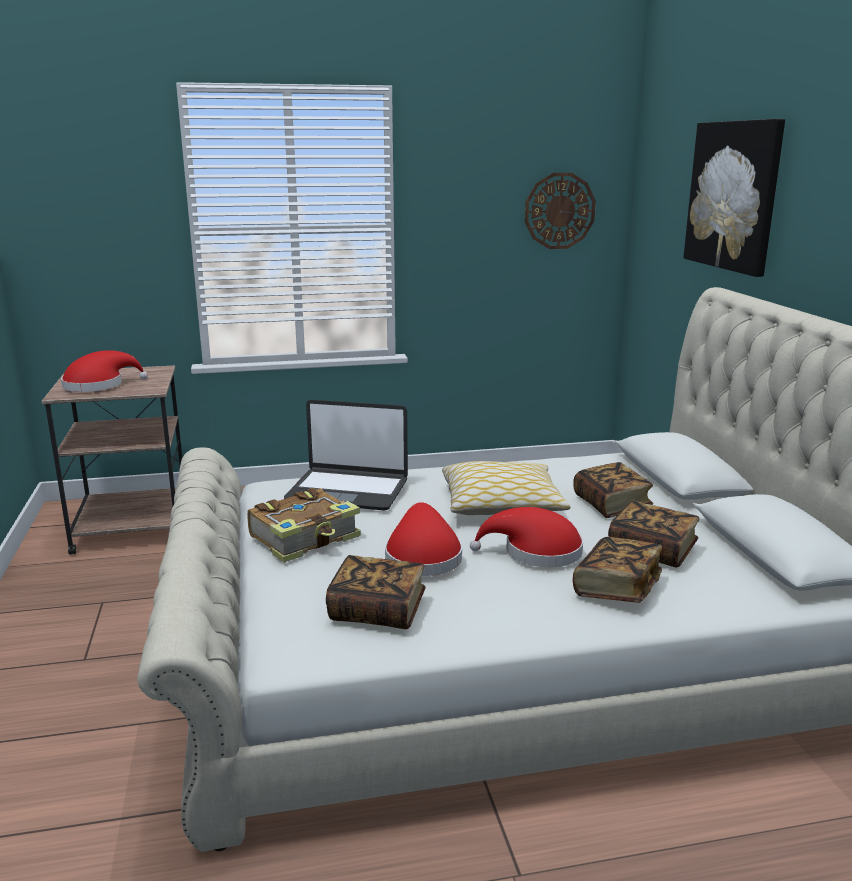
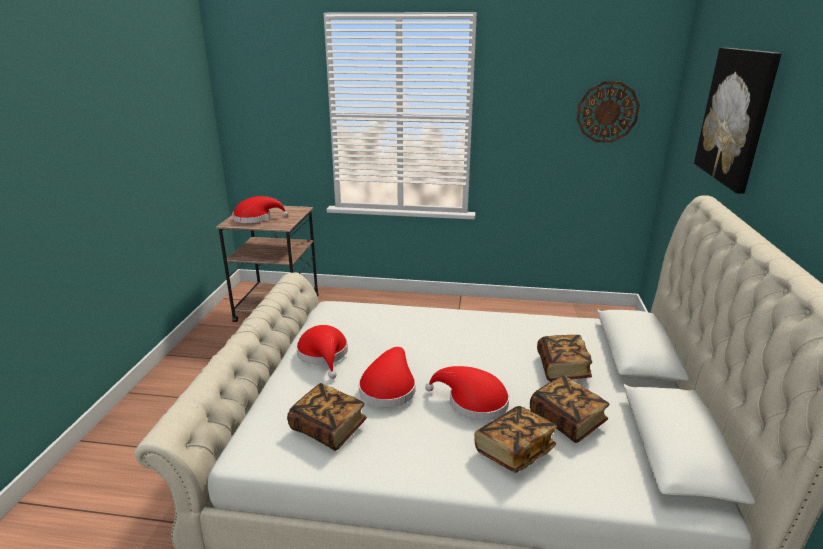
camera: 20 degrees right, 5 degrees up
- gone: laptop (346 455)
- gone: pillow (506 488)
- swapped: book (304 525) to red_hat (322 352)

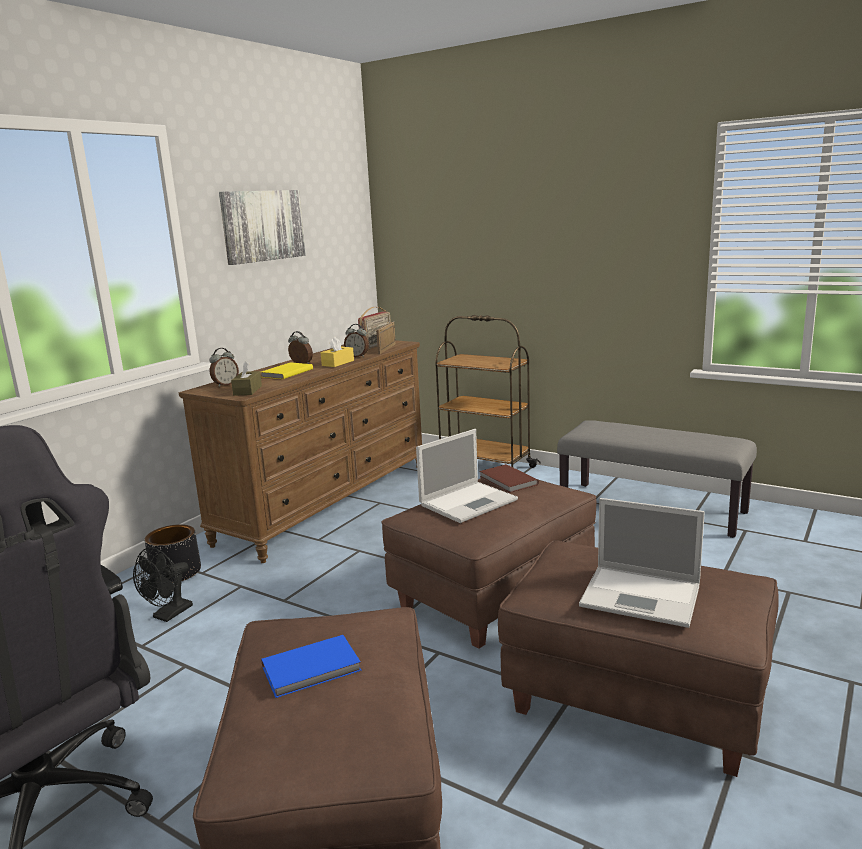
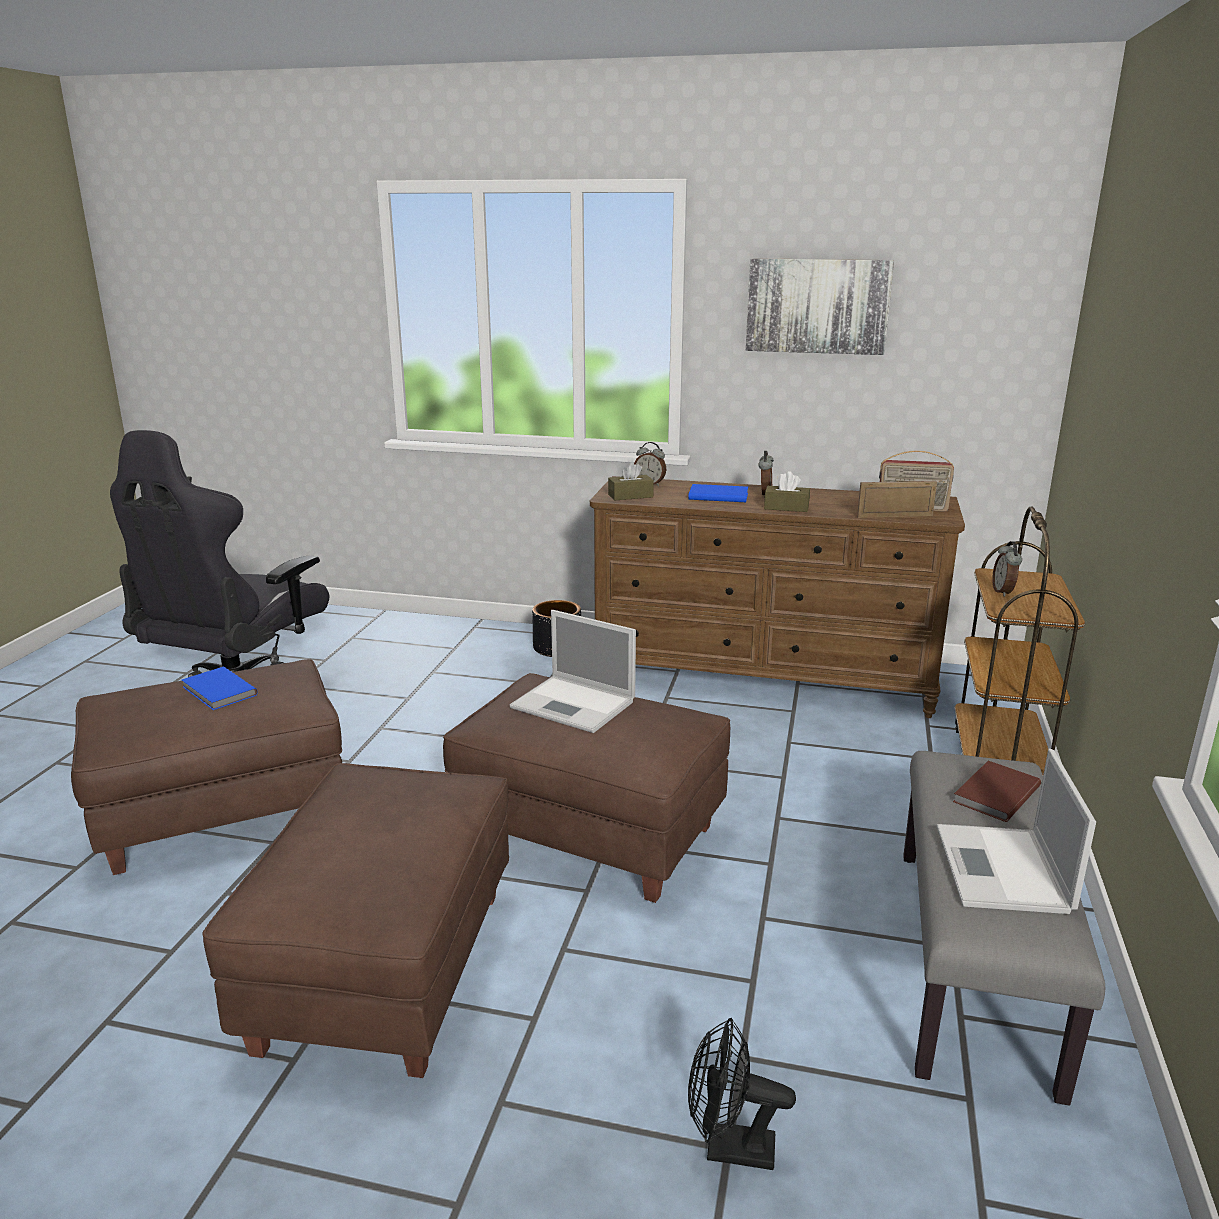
camera: 70 degrees right, 5 degrees up
- shifted: alarm_clock (356 340) to (1007 569)
- repainted: yellow_tissue_box (337 352) to brown_tissue_box (787 491)
- repainted: yellow_book (287 370) to blue_book (718 493)
- shifted: brown_book (509 478) to (997 791)
- shifted: laptop (642 563) to (1016 831)
- shifted: black_fan (163 584) to (742 1094)

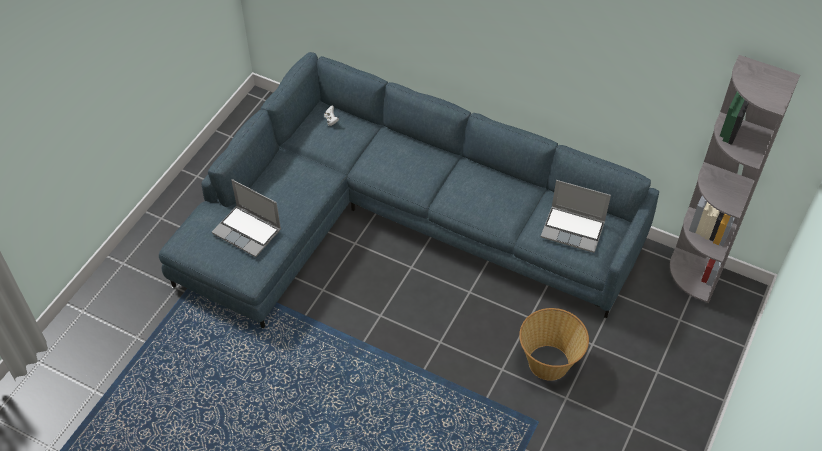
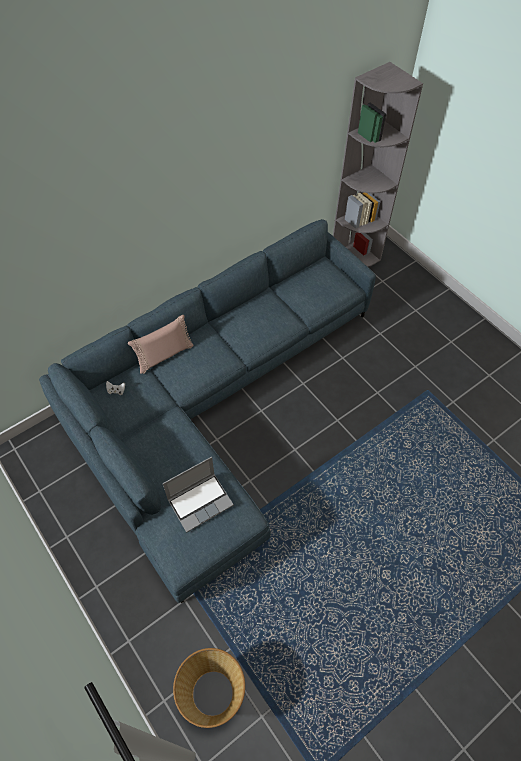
camera: 65 degrees left, 5 degrees up
- gone: laptop (576 216)
- shifted: basket (554 344) to (209 688)
- new: beige_pillow (160 344)

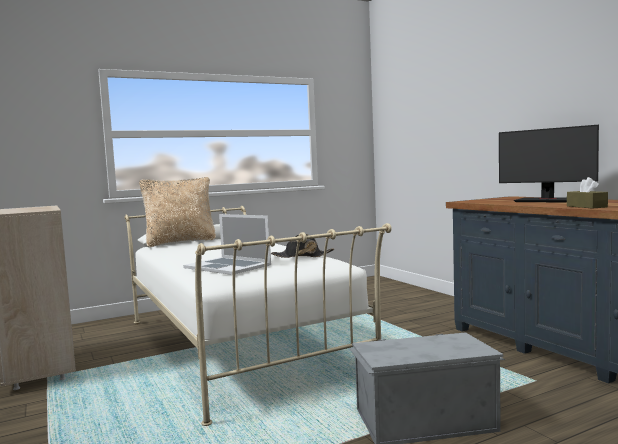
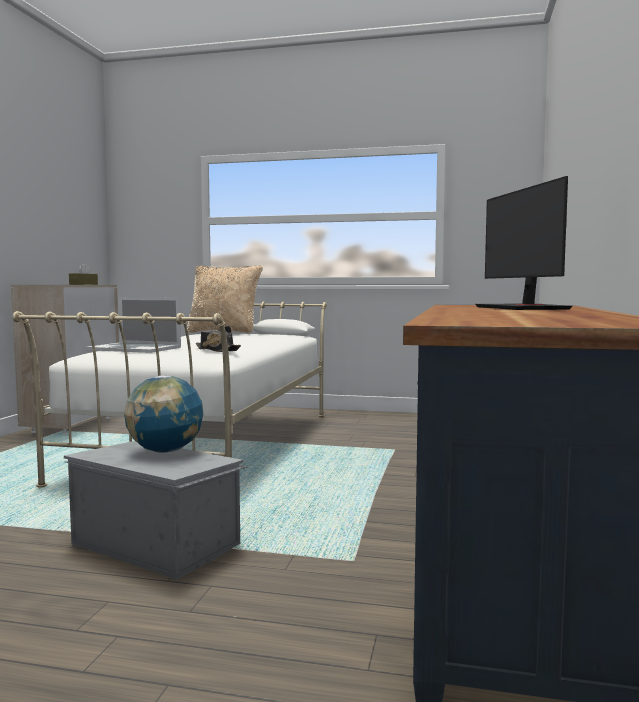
camera: 40 degrees right, 0 degrees up
- shifted: brown_tissue_box (587 193) to (83 274)
- rotated: laptop (227 244) = (133 325) 60 degrees counterclockwise
- new: globe (163 414)

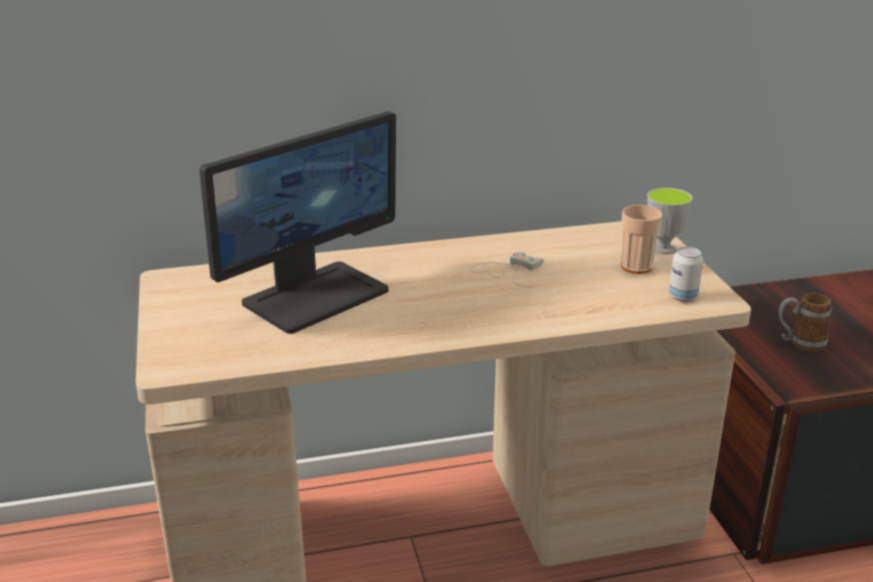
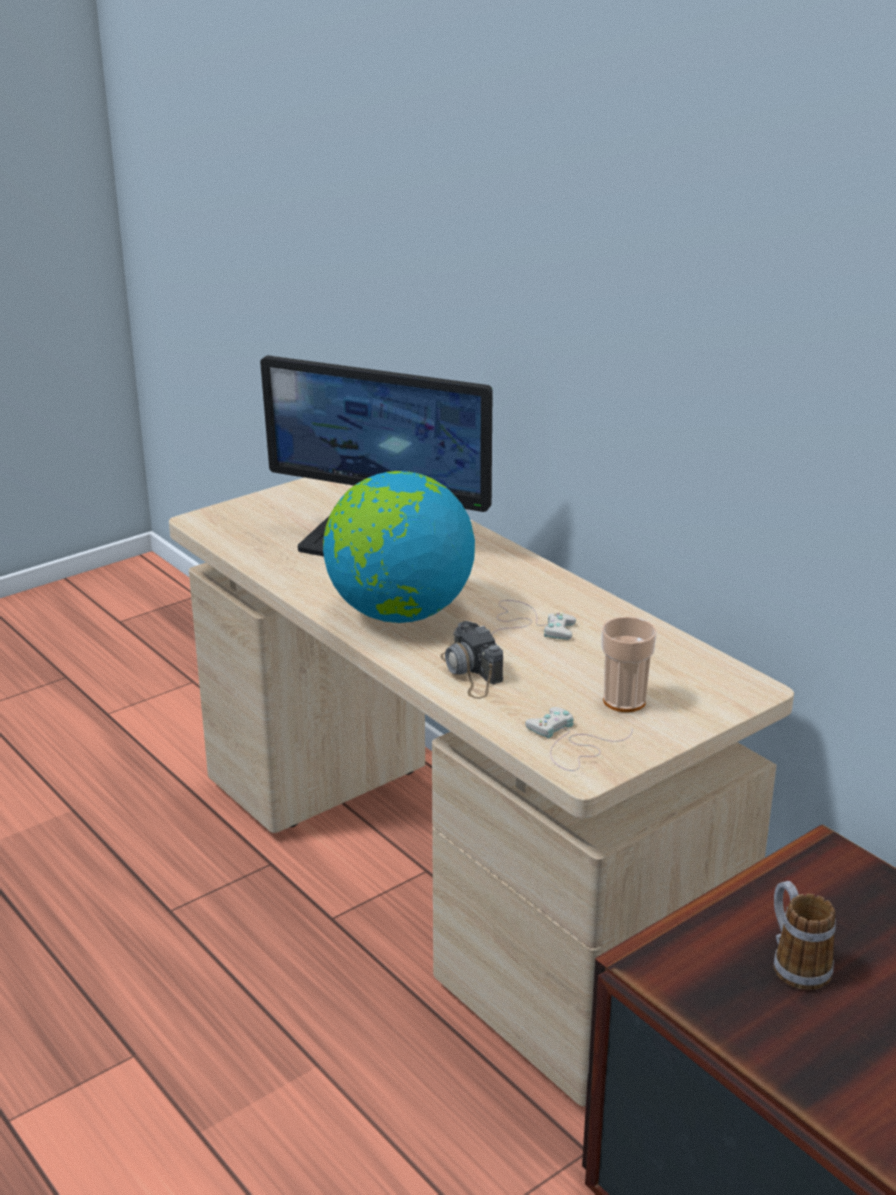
camera: 65 degrees right, 0 degrees up
- gone: cup (670 221)
- swapped: can (686 274) to white_game_controller (579 739)
- new: globe (399 547)
- new: photo_camera (471 660)

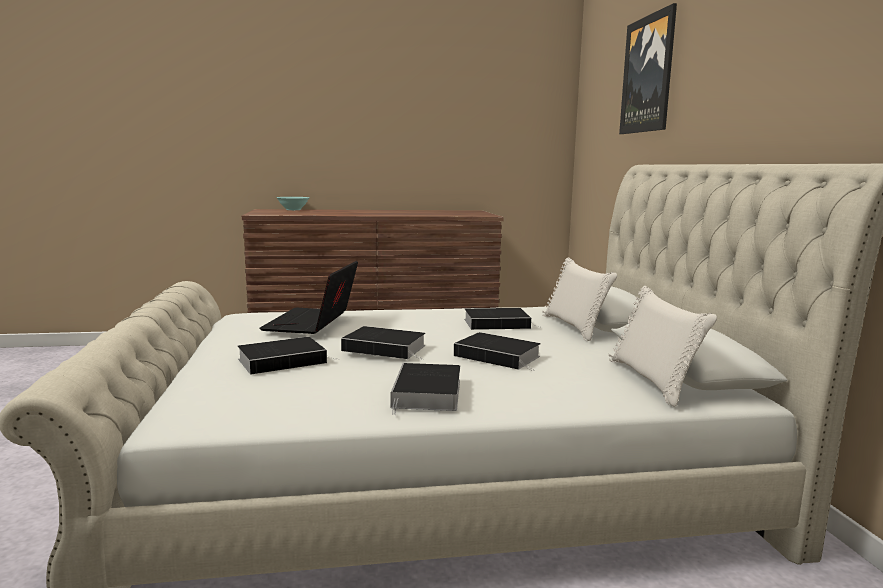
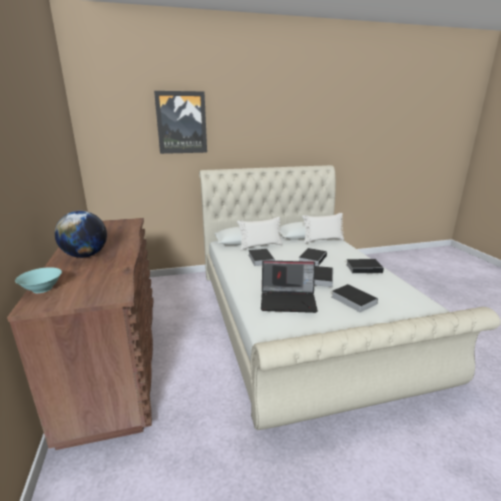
camera: 95 degrees left, 10 degrees up
- new: globe (81 234)

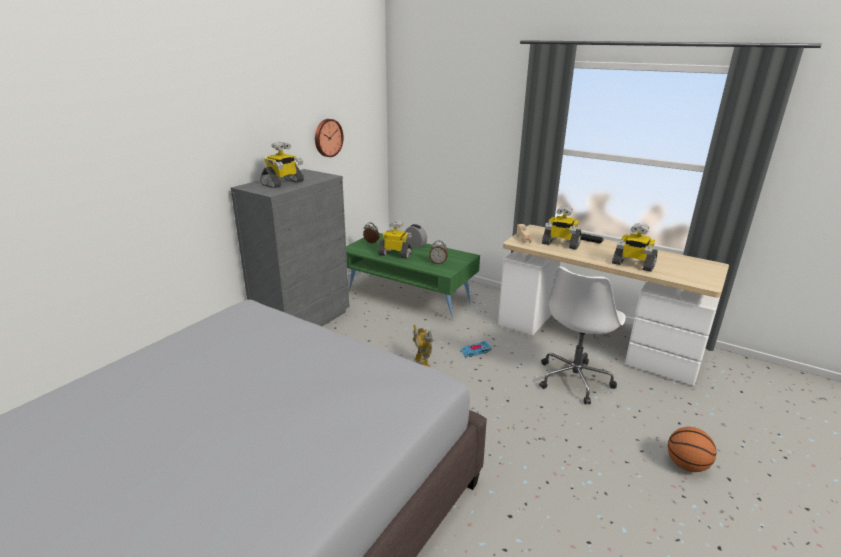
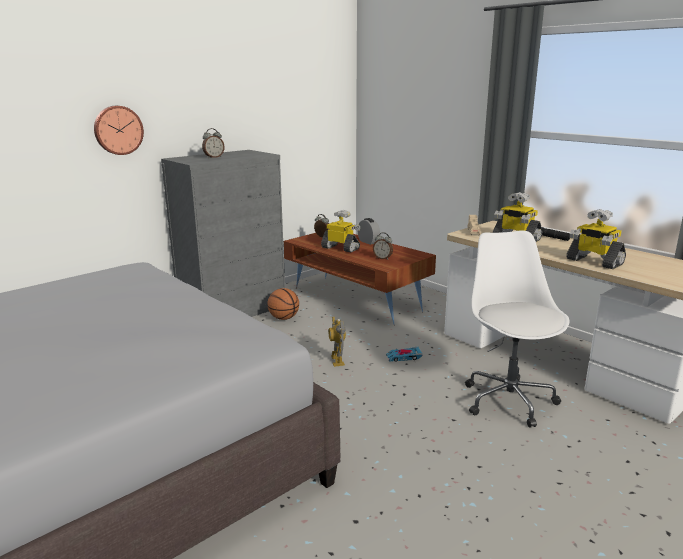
camera: 15 degrees right, 5 degrees down
- shifted: wall_clock (329 138) to (119 130)
- swapped: toy_robot (282 165) to alarm_clock (213 143)
- repainted: green_coffee_table (413 276) to brown_coffee_table (359 279)
- rotated: white_office_chair (582 335) = (517 329) 120 degrees clockwise
- shifted: basketball (692 449) to (283 304)

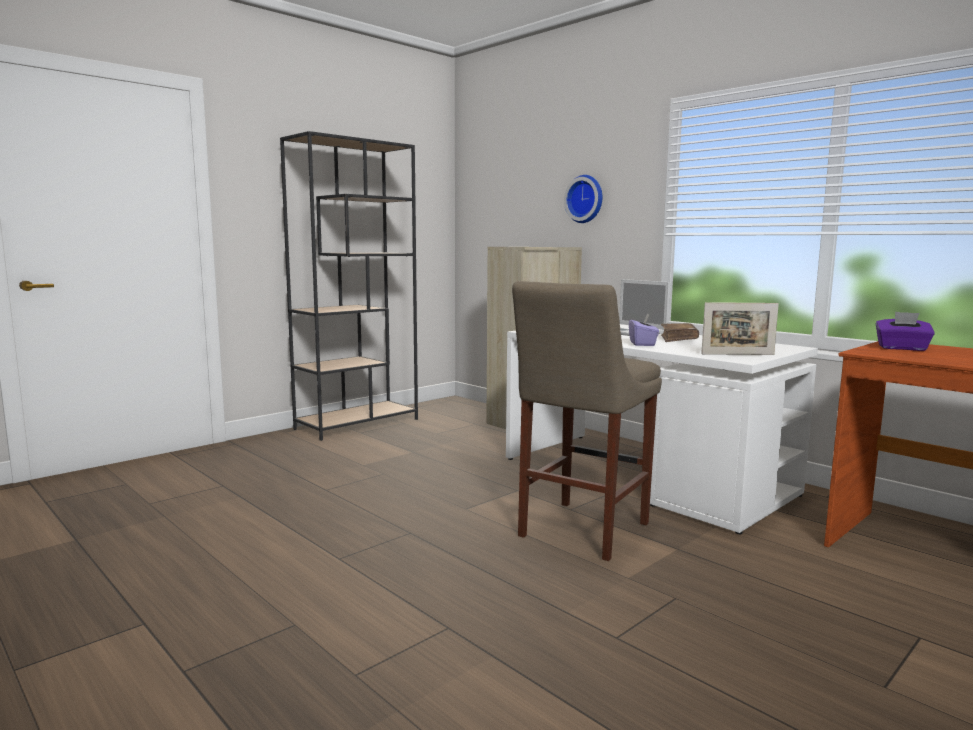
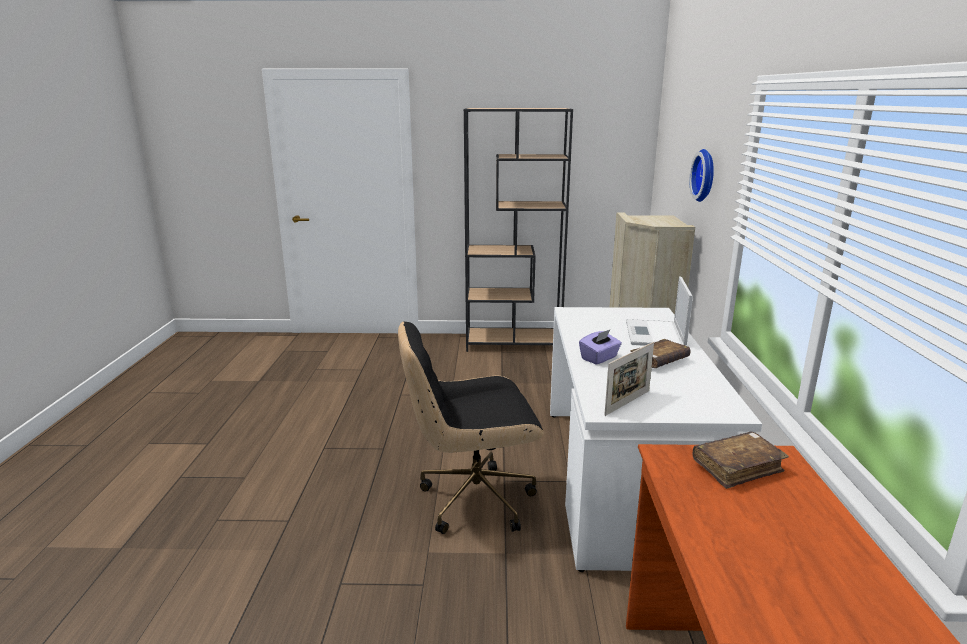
camera: 45 degrees right, 10 degrees up
- swapped: beige_stool (587 421) to black_office_chair (471 427)
- rotated: picture_frame (740 328) = (629 379) 90 degrees counterclockwise
- swapped: purple_tissue_box (905 331) to brown_book (741 460)

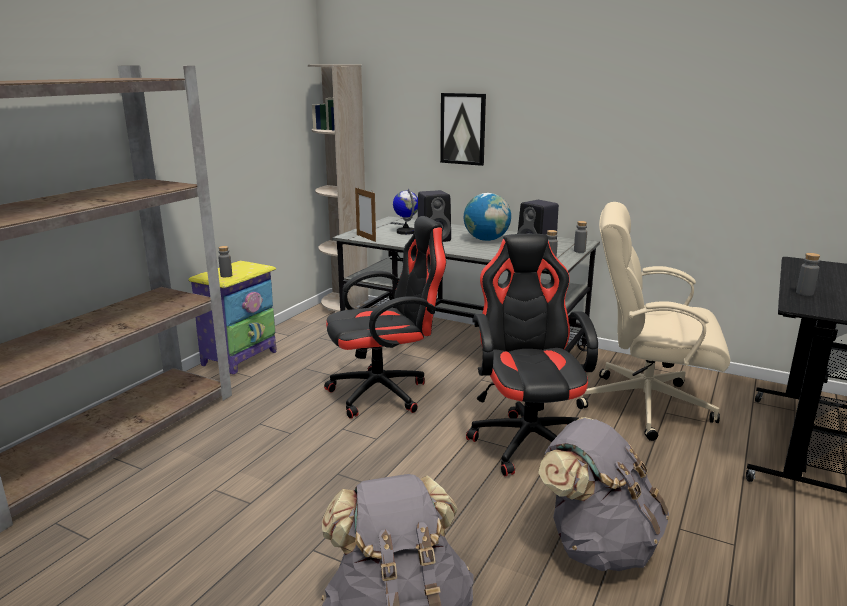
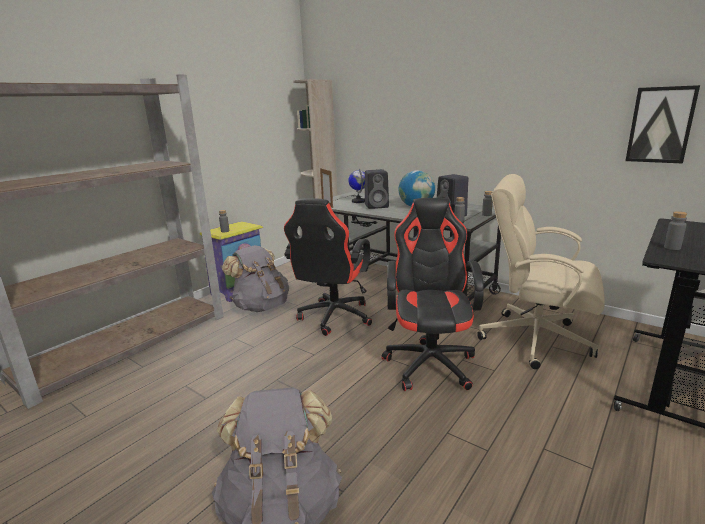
camera: 10 degrees right, 0 degrees up
- shifted: picture (463 129) to (662 124)
- rotated: black_office_chair (385 317) = (328 267) 120 degrees clockwise
- shifted: grey_backpack (603 494) to (255 278)

